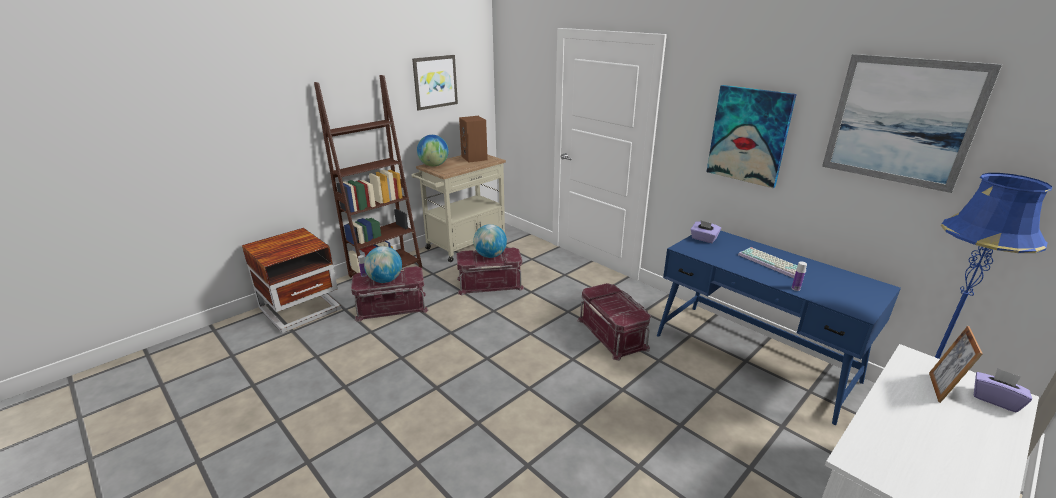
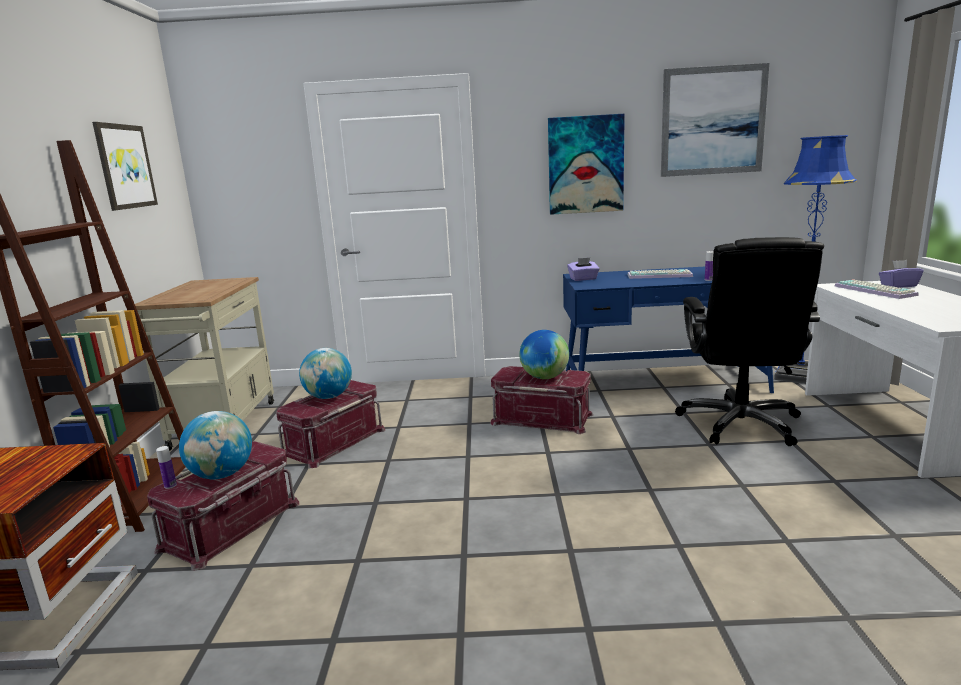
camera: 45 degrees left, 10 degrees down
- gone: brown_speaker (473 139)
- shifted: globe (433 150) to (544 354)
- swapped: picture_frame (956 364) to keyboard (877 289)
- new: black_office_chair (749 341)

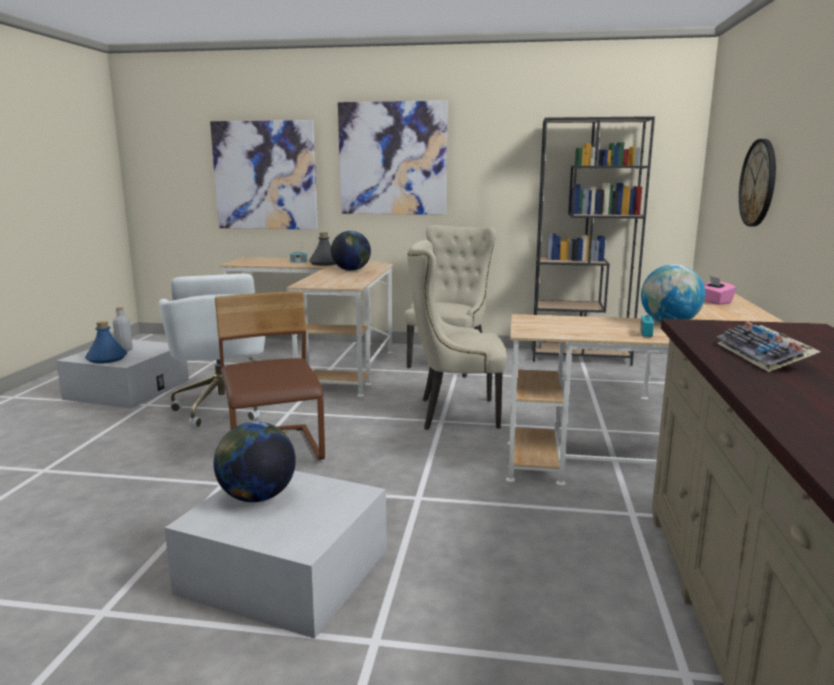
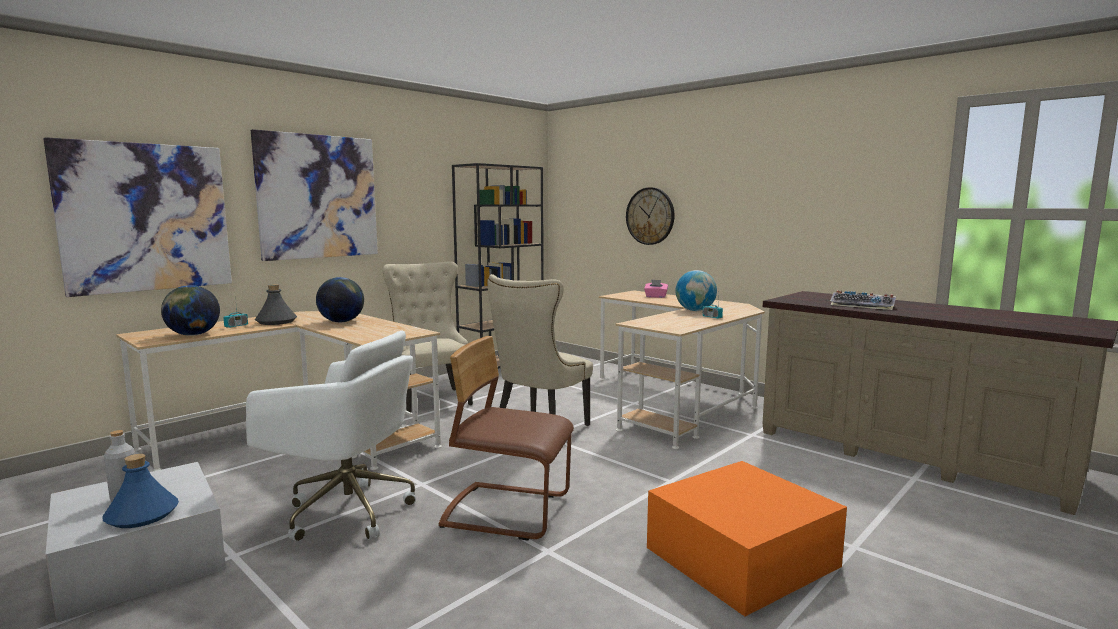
camera: 55 degrees left, 5 degrees down
- shifted: globe (255 462) to (190 310)
- repainted: white_storage_box (276 555) to orange_storage_box (747 538)

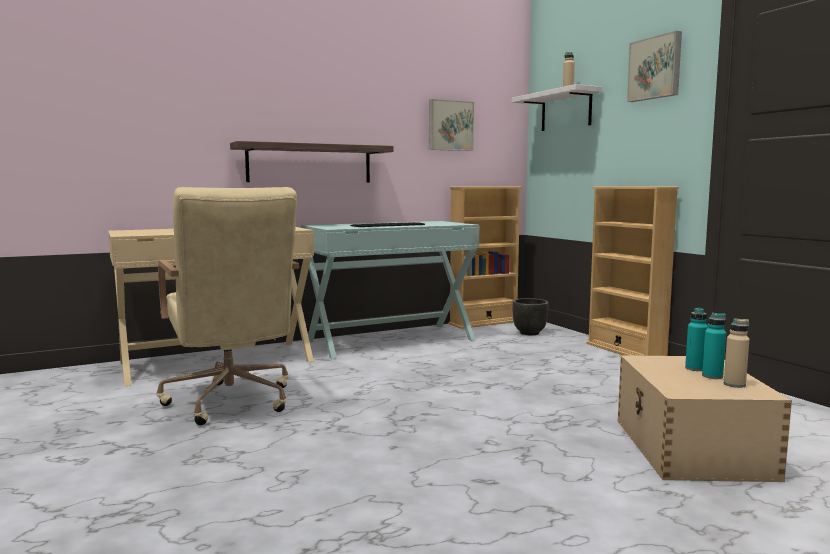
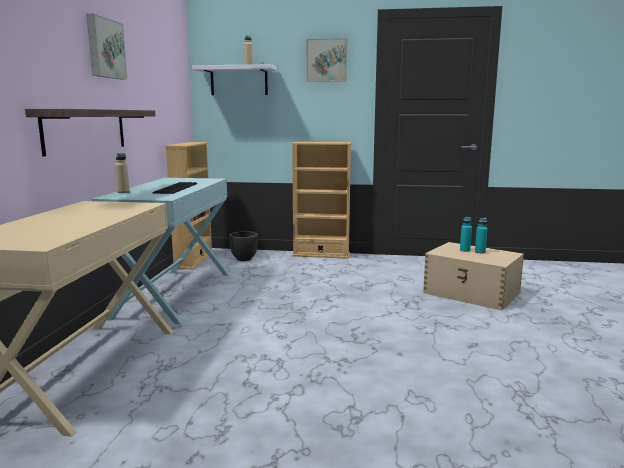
camera: 55 degrees left, 5 degrees up
- shifted: picture (451 125) to (107 47)
- gone: beige_office_chair (227 306)
- shifted: beige_bottle (736 353) to (122 173)

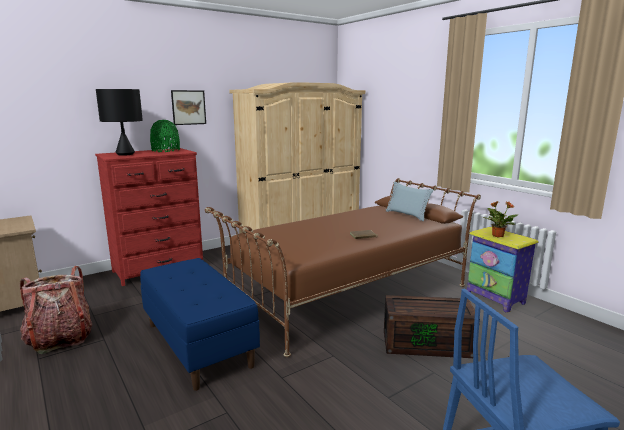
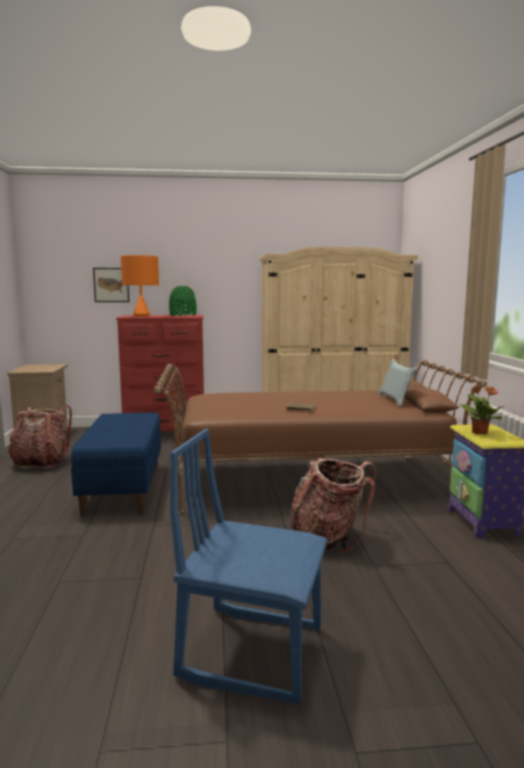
camera: 30 degrees right, 5 degrees down
- repainted: black_table_lamp (119 122) to orange_table_lamp (140 286)
- shifted: picture (188 107) to (111 285)
- swapped: brown_storage_box (432 326) to backpack (333 505)

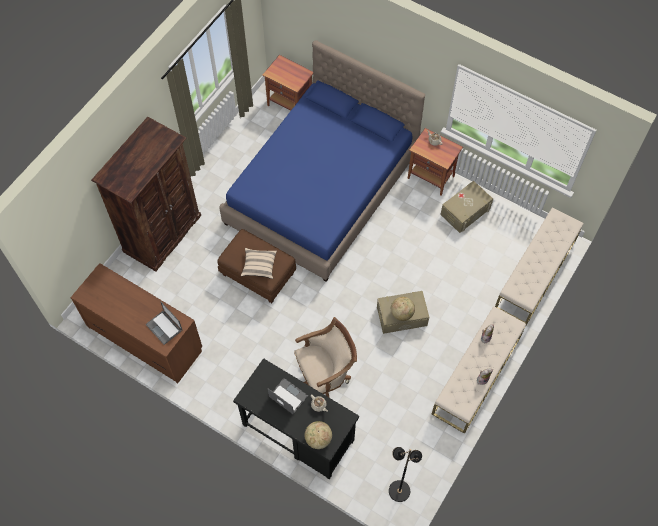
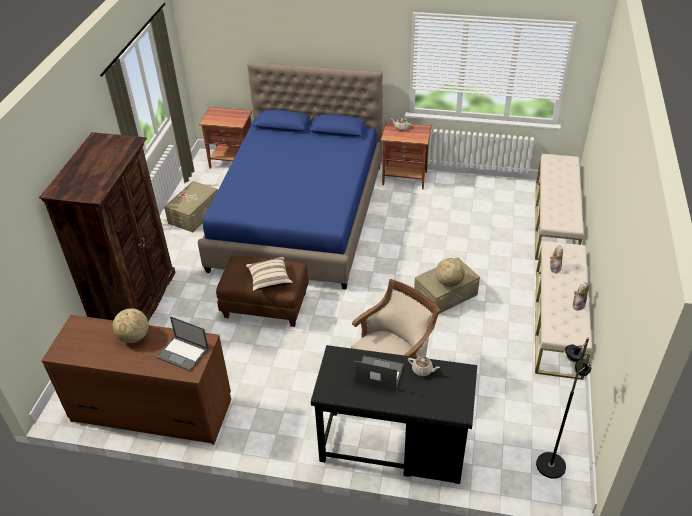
camera: 20 degrees left, 20 degrees down
- shifted: beige_storage_box (466 207) to (191 206)
- shifted: globe (318 435) to (130 325)

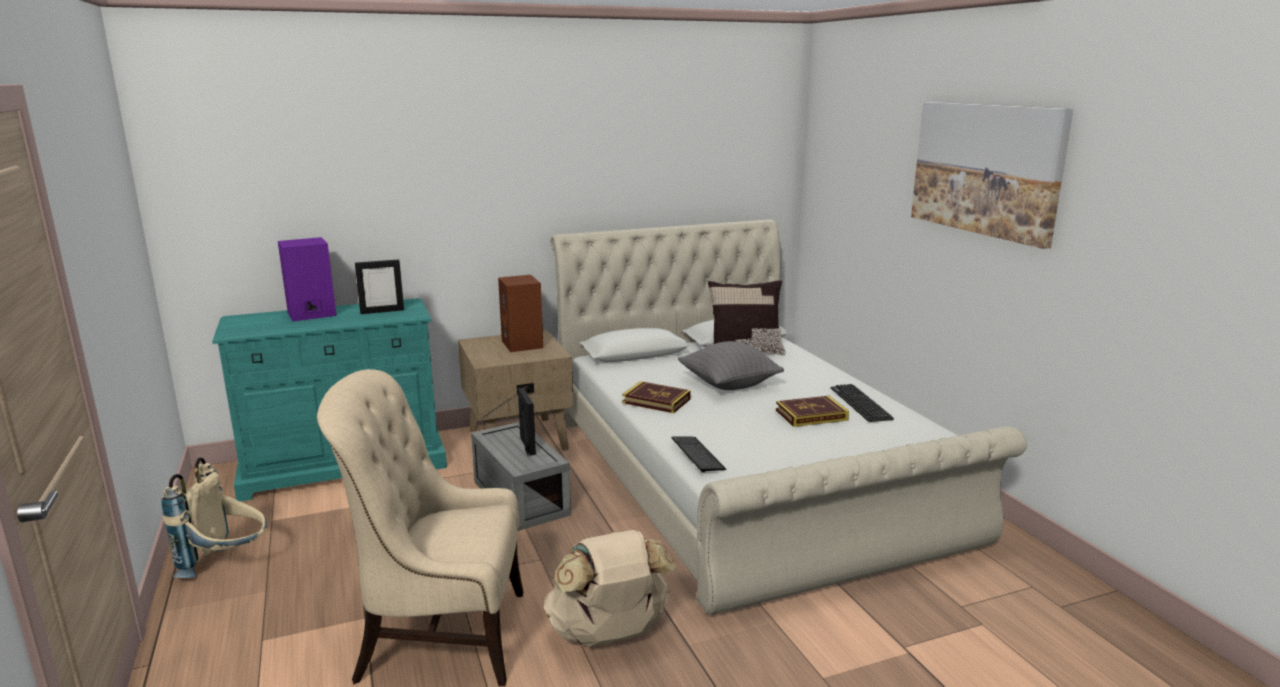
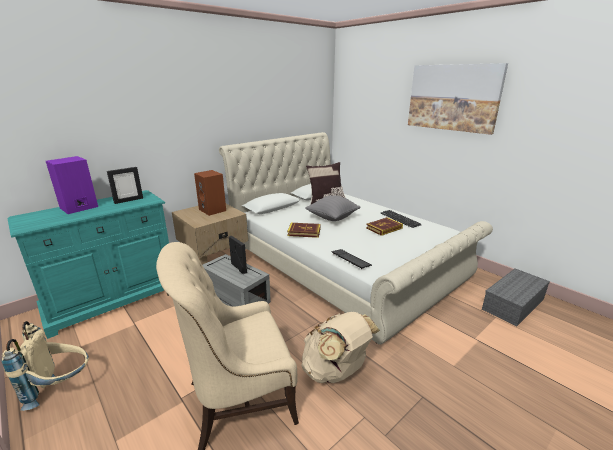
camera: 20 degrees left, 5 degrees up
- new: grey_storage_box (516 297)

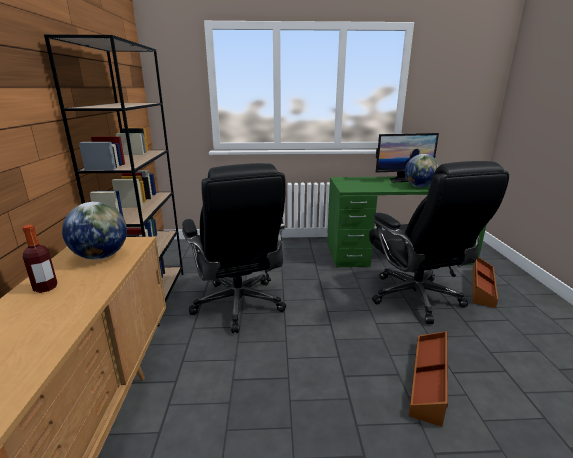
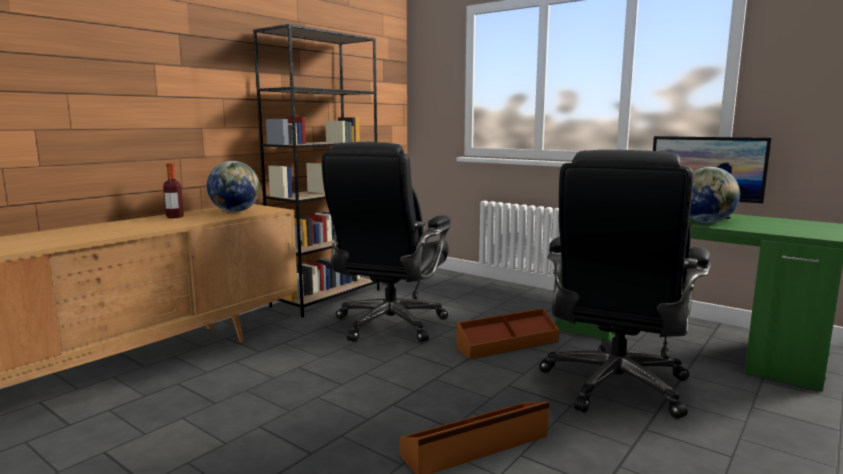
camera: 40 degrees right, 10 degrees down
- shifted: brown_storage_box (485 282) to (508 333)

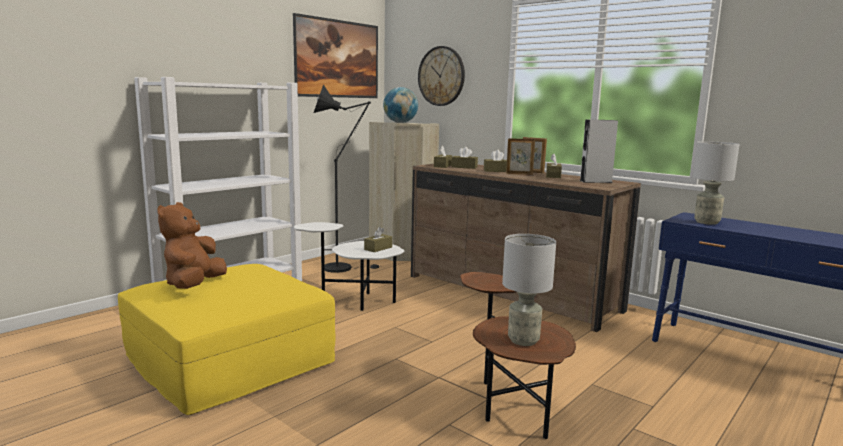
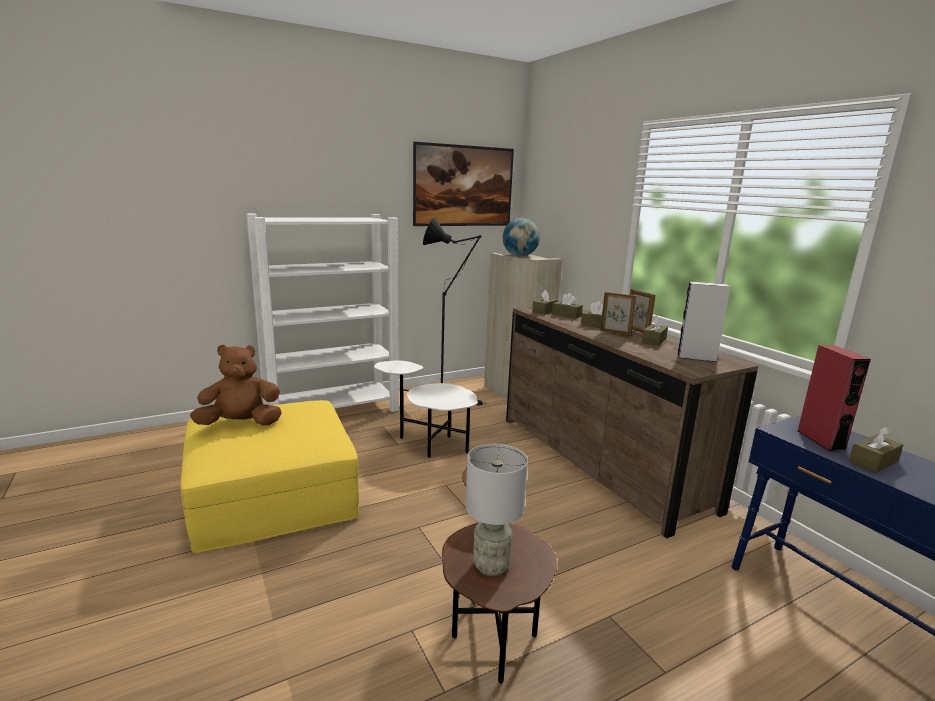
camera: 20 degrees right, 5 degrees up
- gone: wall_clock (441 76)
- swapped: grey_table_lamp (716 183) to red_speaker (834 398)
- rotated: brown_plush_toy (192 245) = (236 384) 45 degrees clockwise
- shifted: brown_tissue_box (378 239) to (876 450)

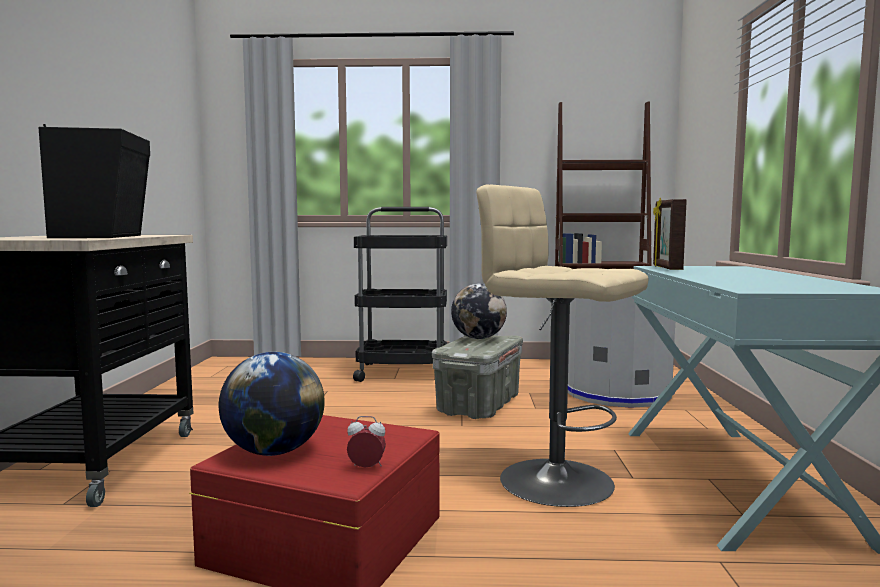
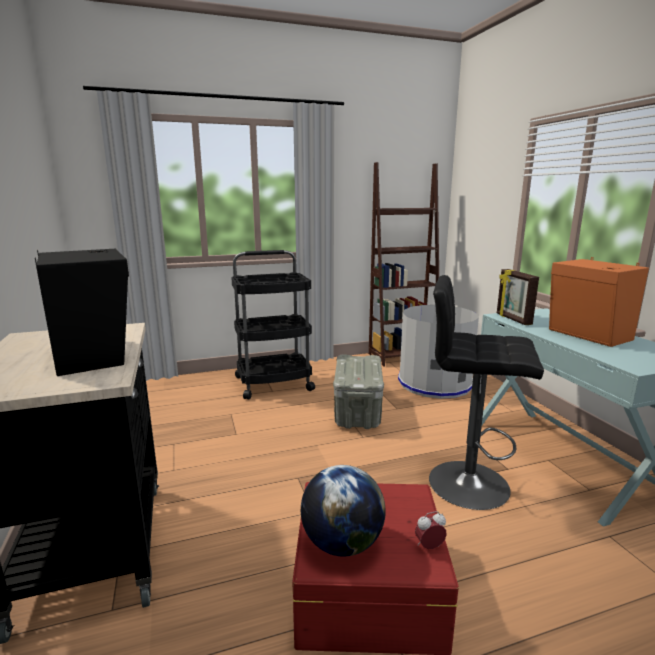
camera: 20 degrees left, 10 degrees up
- repainted: beige_stool (562 345) to black_stool (486 392)
- gone: globe (479 311)
- new: orange_speaker (599 302)

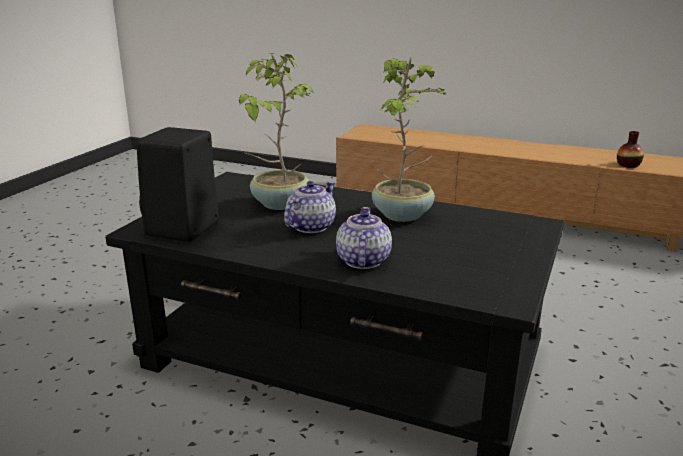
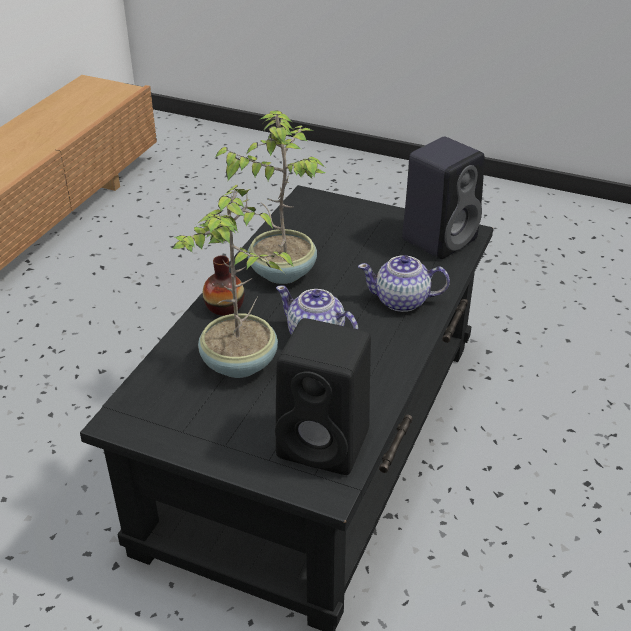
camera: 90 degrees left, 15 degrees up
- shifted: vase (630 149) to (223 286)
- new: black_speaker (443 198)

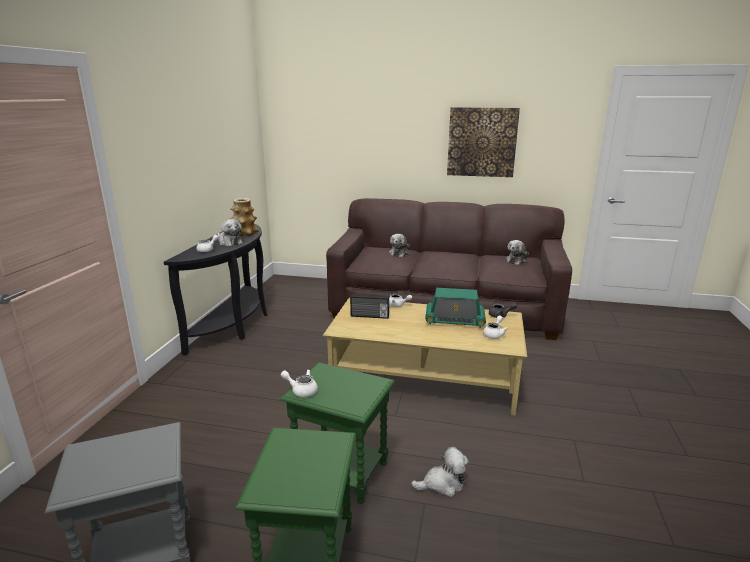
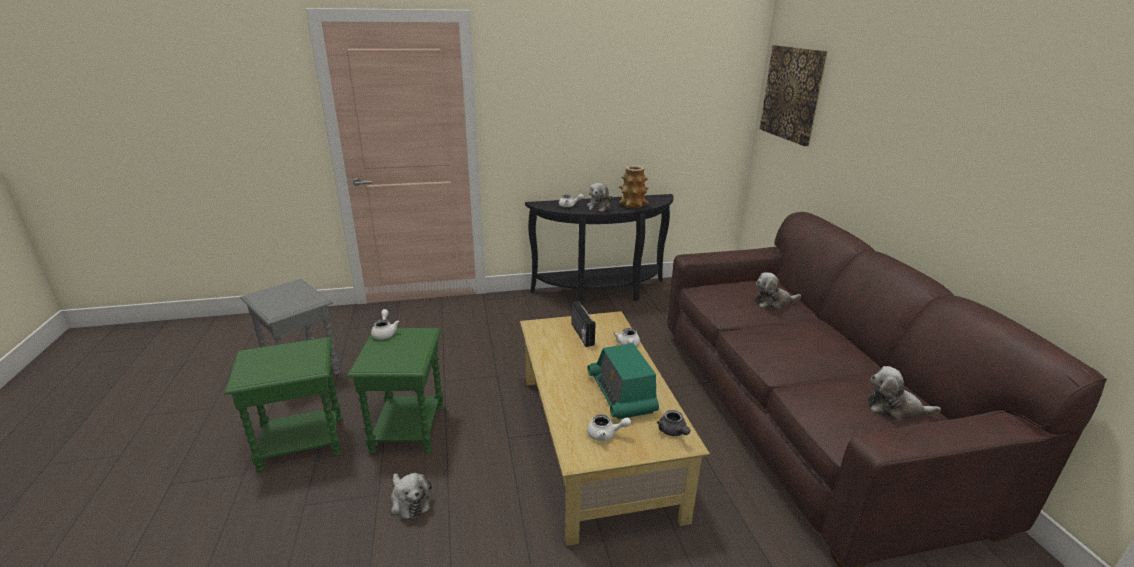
camera: 65 degrees right, 5 degrees up
- shifted: picture (483 142) to (794 95)

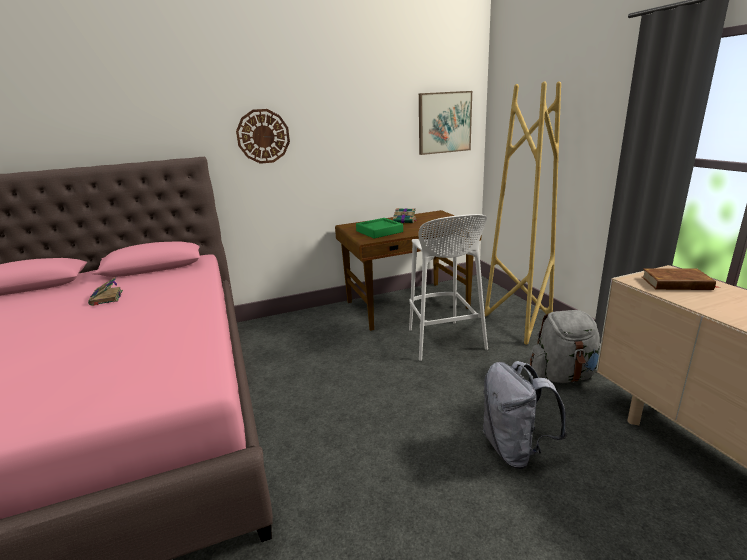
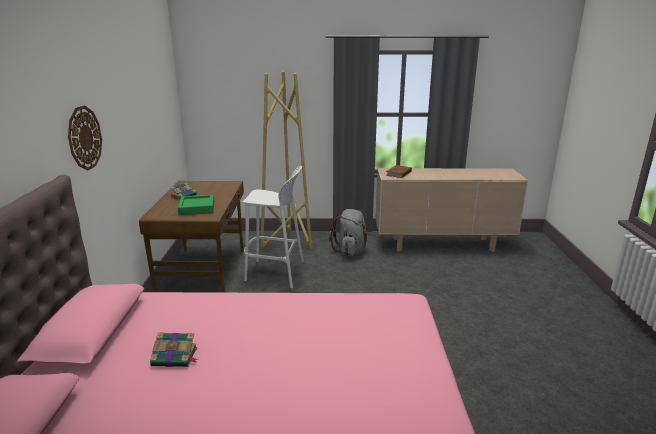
camera: 70 degrees left, 0 degrees up
- gone: picture (445 123)
- gone: grey_backpack (525 415)

